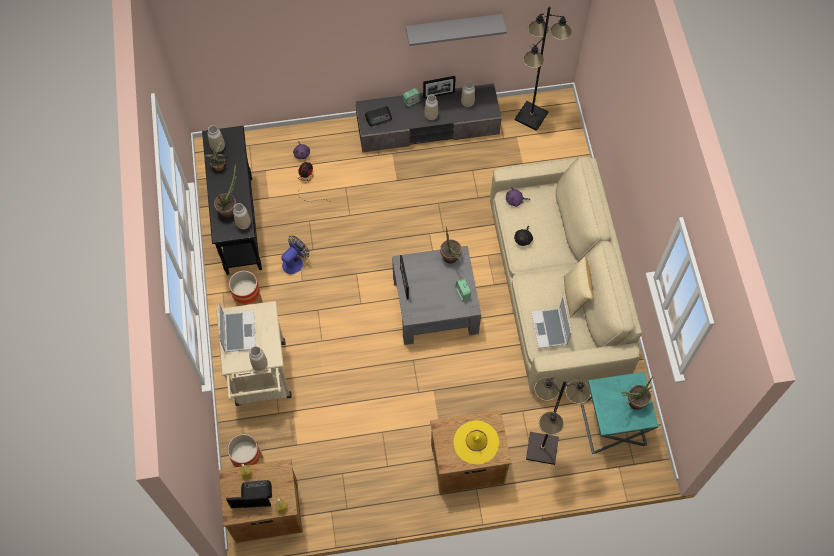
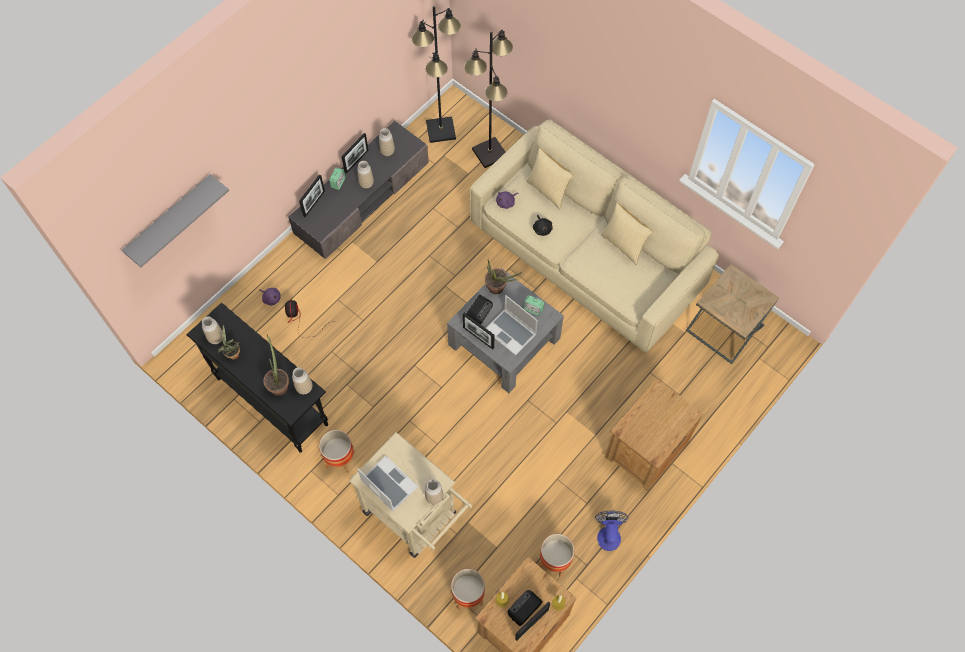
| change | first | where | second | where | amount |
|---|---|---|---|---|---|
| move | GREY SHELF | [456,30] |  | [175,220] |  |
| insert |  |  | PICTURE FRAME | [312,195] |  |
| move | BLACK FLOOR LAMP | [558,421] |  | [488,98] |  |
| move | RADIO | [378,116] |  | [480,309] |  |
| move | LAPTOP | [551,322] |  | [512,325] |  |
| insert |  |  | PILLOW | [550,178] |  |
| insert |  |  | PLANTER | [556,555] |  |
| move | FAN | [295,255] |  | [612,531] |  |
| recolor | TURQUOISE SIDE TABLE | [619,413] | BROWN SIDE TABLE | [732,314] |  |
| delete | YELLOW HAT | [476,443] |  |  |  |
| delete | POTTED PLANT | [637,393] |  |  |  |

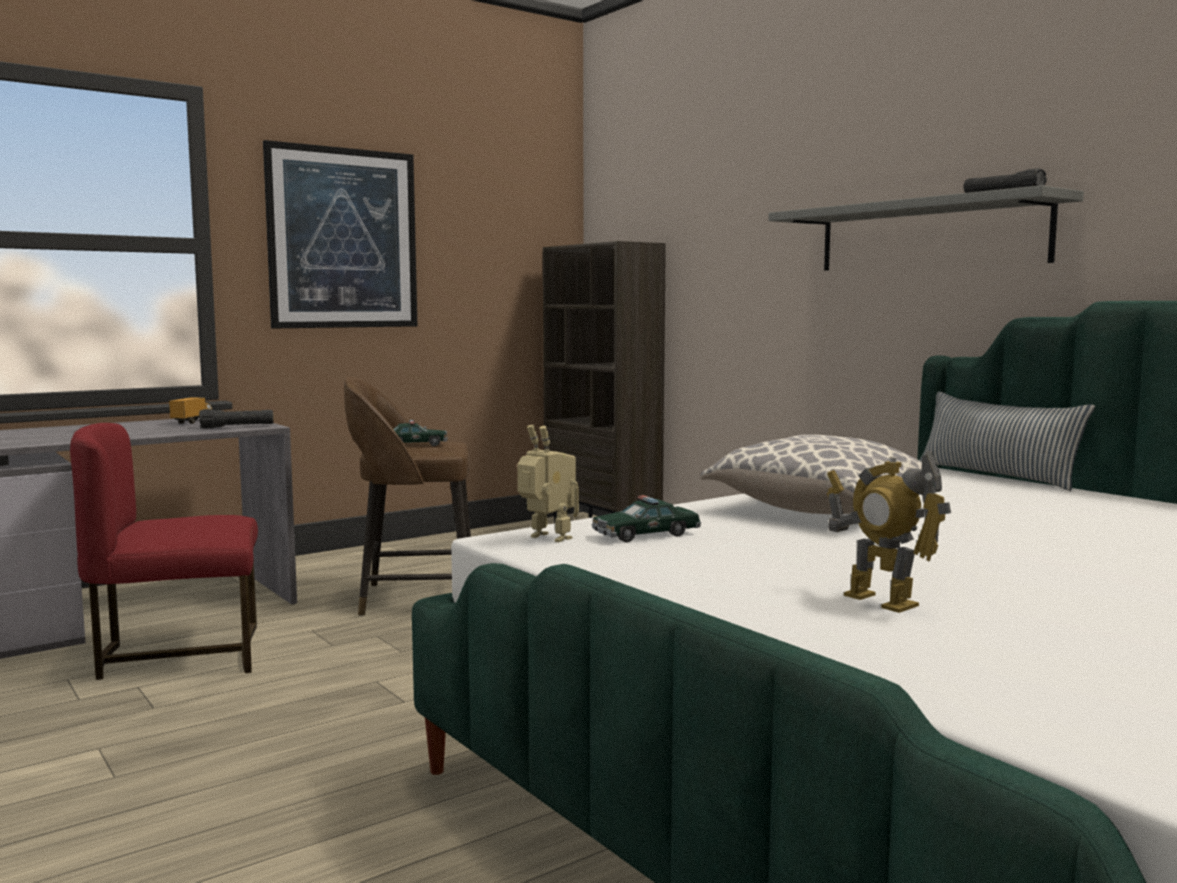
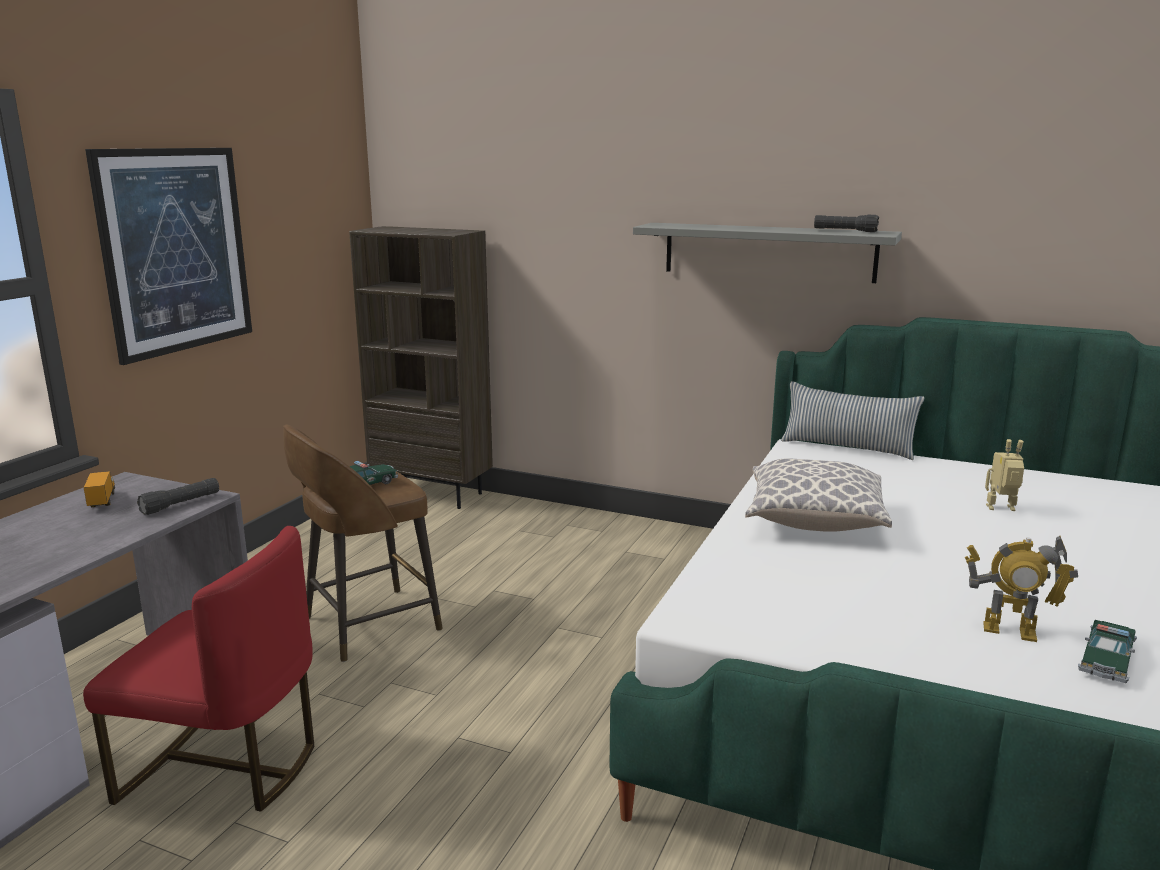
| change | first | where | second | where | amount |
|---|---|---|---|---|---|
| rotate | RED CHAIR | [164,551] |  | [198,669] | 120 degrees counterclockwise |
| move | TOY ROBOT | [548,483] |  | [1004,475] |  |
| move | TOY CAR | [646,518] |  | [1107,651] |  |

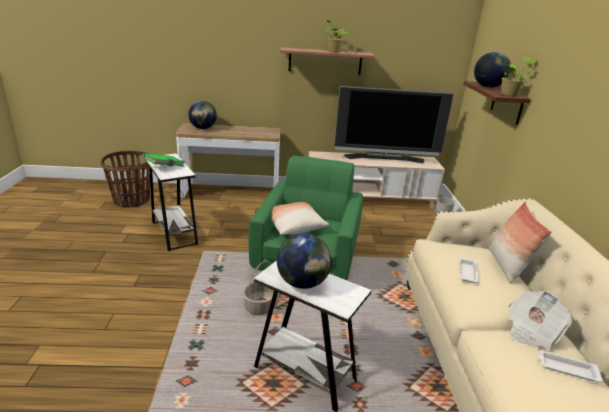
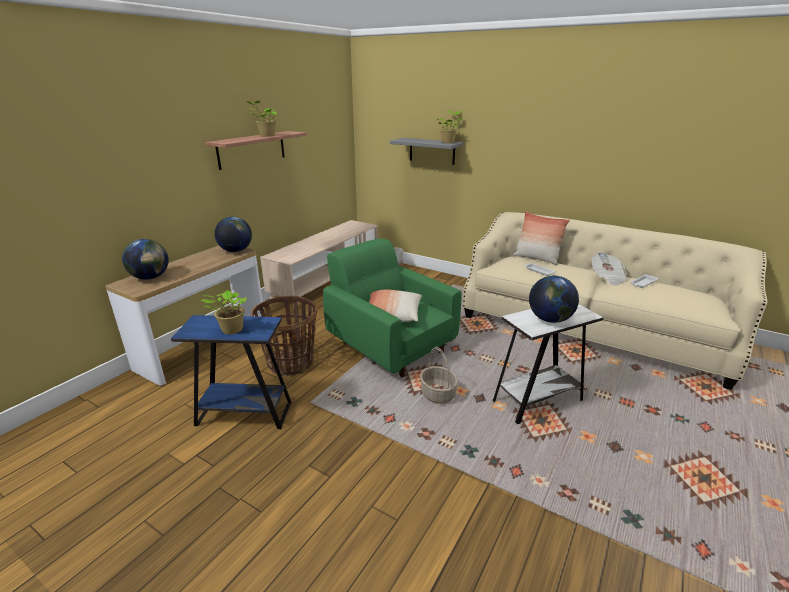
| change | first | where | second | where | amount |
|---|---|---|---|---|---|
| recolor | WHITE SIDE TABLE | [171,202] | BLUE SIDE TABLE | [231,372] |  |
| replace | GREEN BOOK | [163,160] | POTTED PLANT | [224,312] |  |
| move | GLOBE | [492,70] |  | [233,234] |  |
| move | BASKET | [125,179] |  | [284,336] |  |
| recolor | BROWN SHELF | [497,103] | GREY SHELF | [426,151] |  |
| delete | TELEVISION | [393,124] |  |  |  |

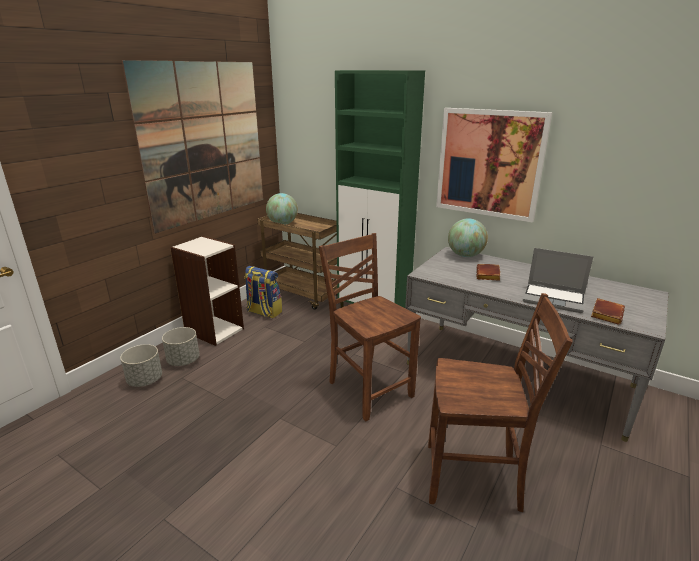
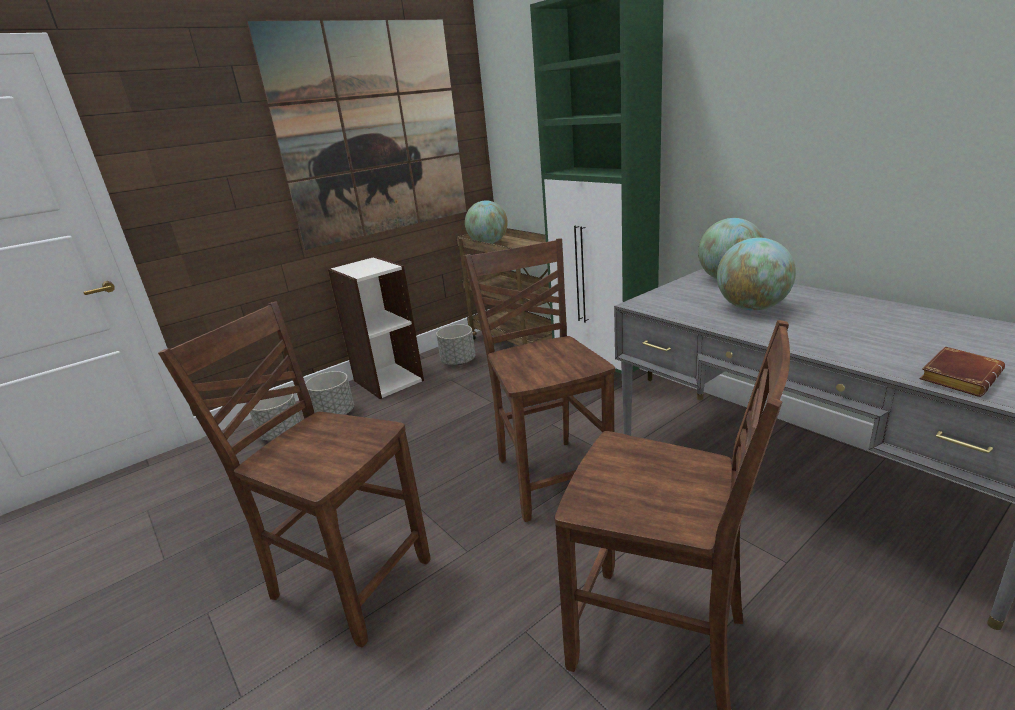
| change | first | where | second | where | amount |
|---|---|---|---|---|---|
| insert |  |  | BROWN CHAIR | [294,475] |  |
| replace | BACKPACK | [263,292] | GREY PLANTER | [455,344] |  |
| replace | BROWN BOOK | [488,272] | GLOBE | [756,274] |  |
| delete | PICTURE | [494,165] |  |  |  |
| delete | LAPTOP | [558,280] |  |  |  |

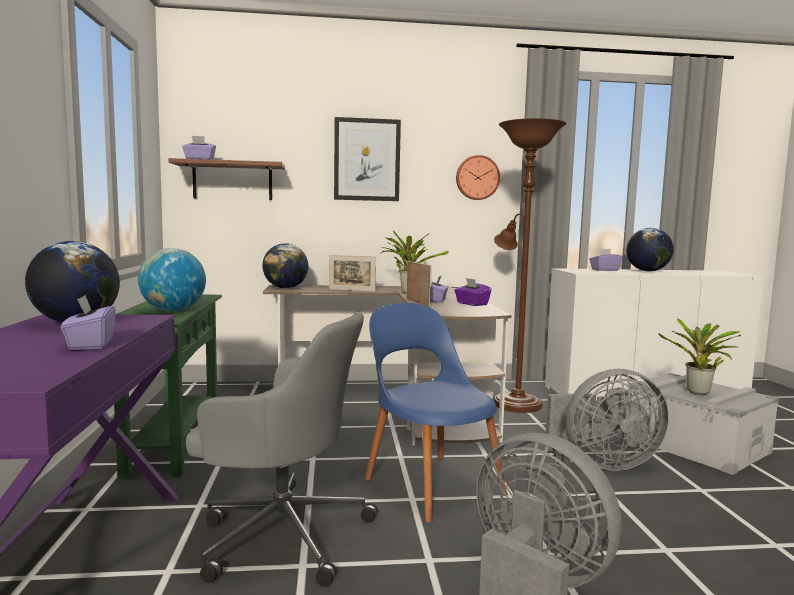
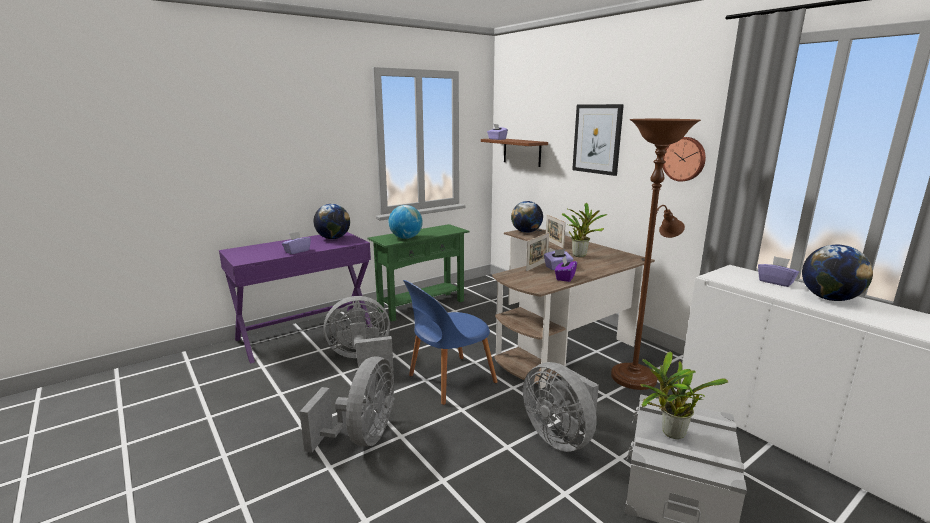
| change | first | where | second | where | amount |
|---|---|---|---|---|---|
| replace | GREY OFFICE CHAIR | [282,449] | GREY FAN | [358,335] |  |
| rotate | BLUE CHAIR | [436,413] |  | [450,342] | 150 degrees counterclockwise |

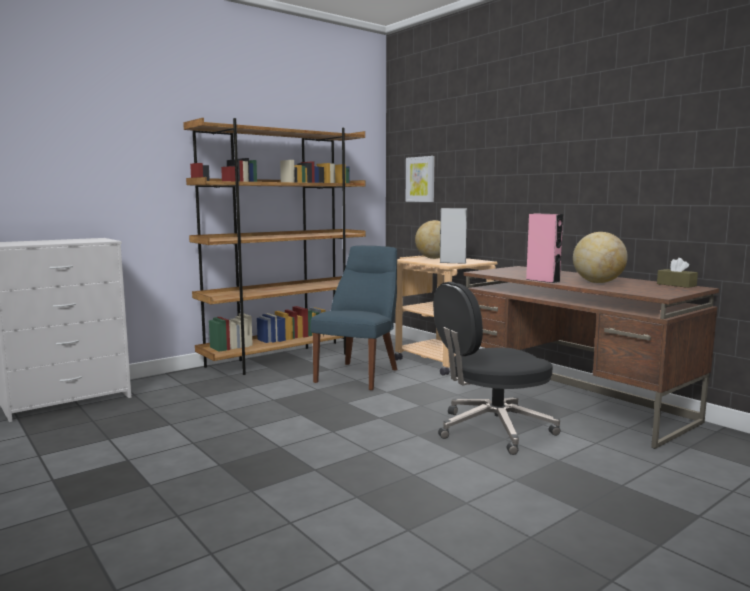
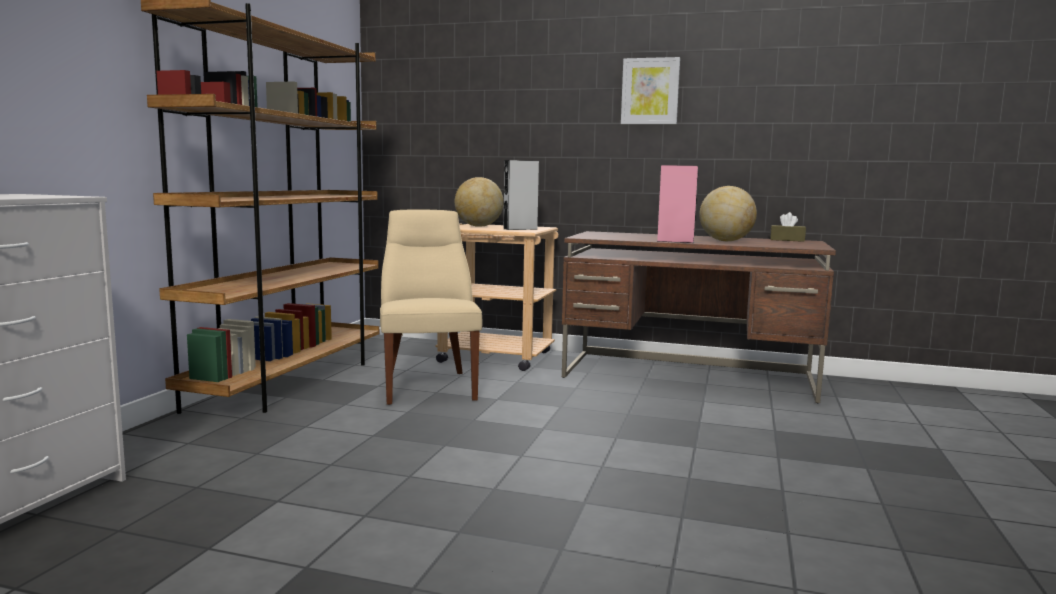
| change | first | where | second | where | amount |
|---|---|---|---|---|---|
| recolor | BLUE CHAIR | [354,318] | BEIGE CHAIR | [431,307] |  |
| move | PICTURE | [420,179] |  | [650,90] |  |
| delete | BLACK OFFICE CHAIR | [497,368] |  |  |  |

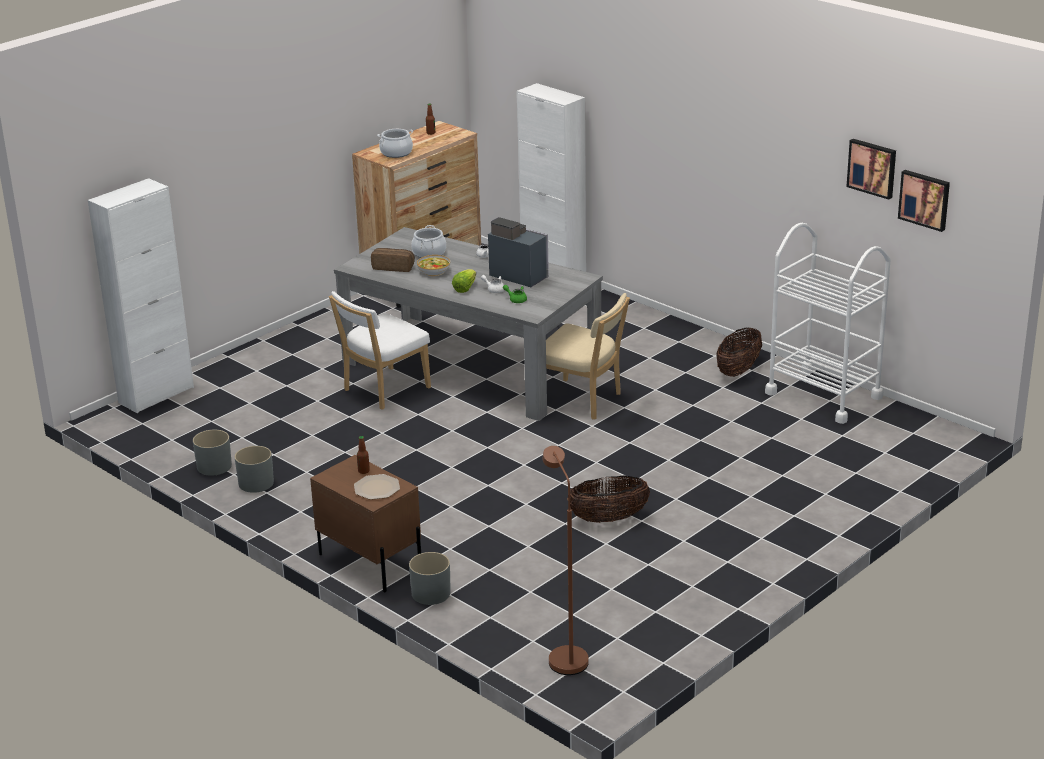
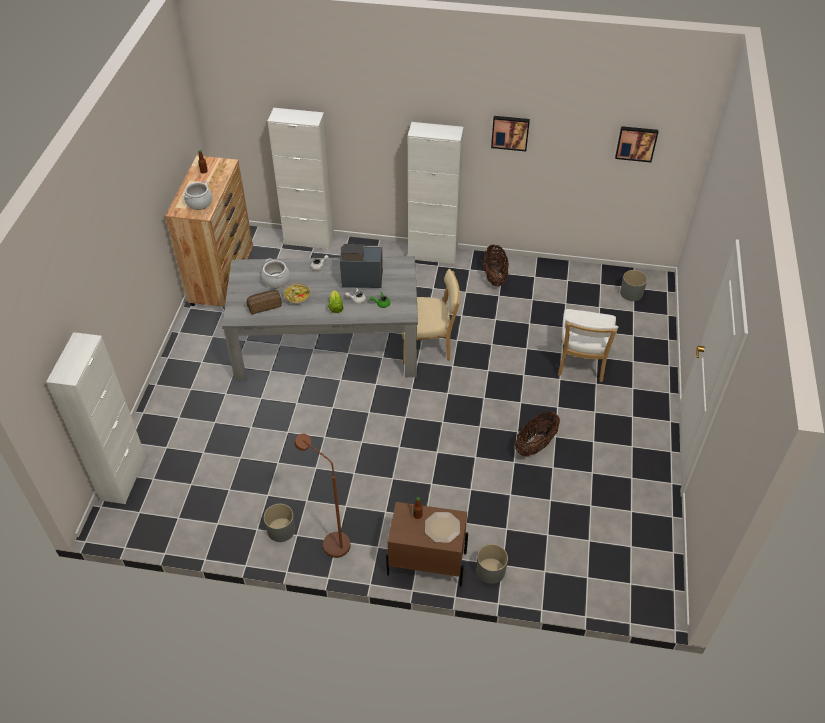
| change | first | where | second | where | amount |
|---|---|---|---|---|---|
| move | BROWN FLOOR LAMP | [565,560] |  | [322,496] |  |
| insert |  |  | WHITE CABINET | [436,193] |  |
| move | PICTURE | [871,169] |  | [510,133] |  |
| move | WHITE CHAIR | [380,350] |  | [588,345] |  |
| move | GREY PLANTER | [212,453] |  | [633,285] |  |
| delete | WHITE CART | [828,323] |  |  |  |

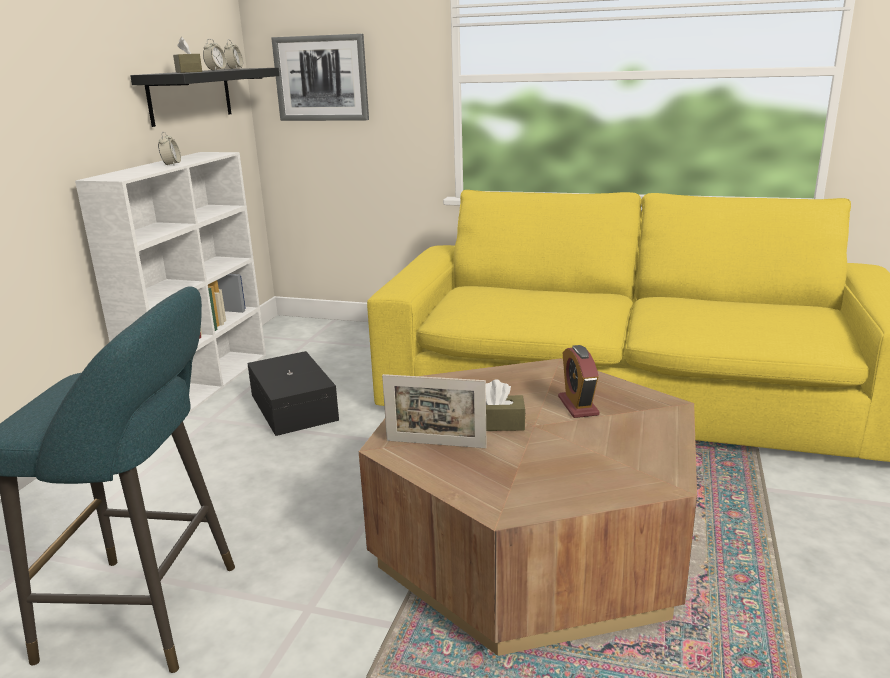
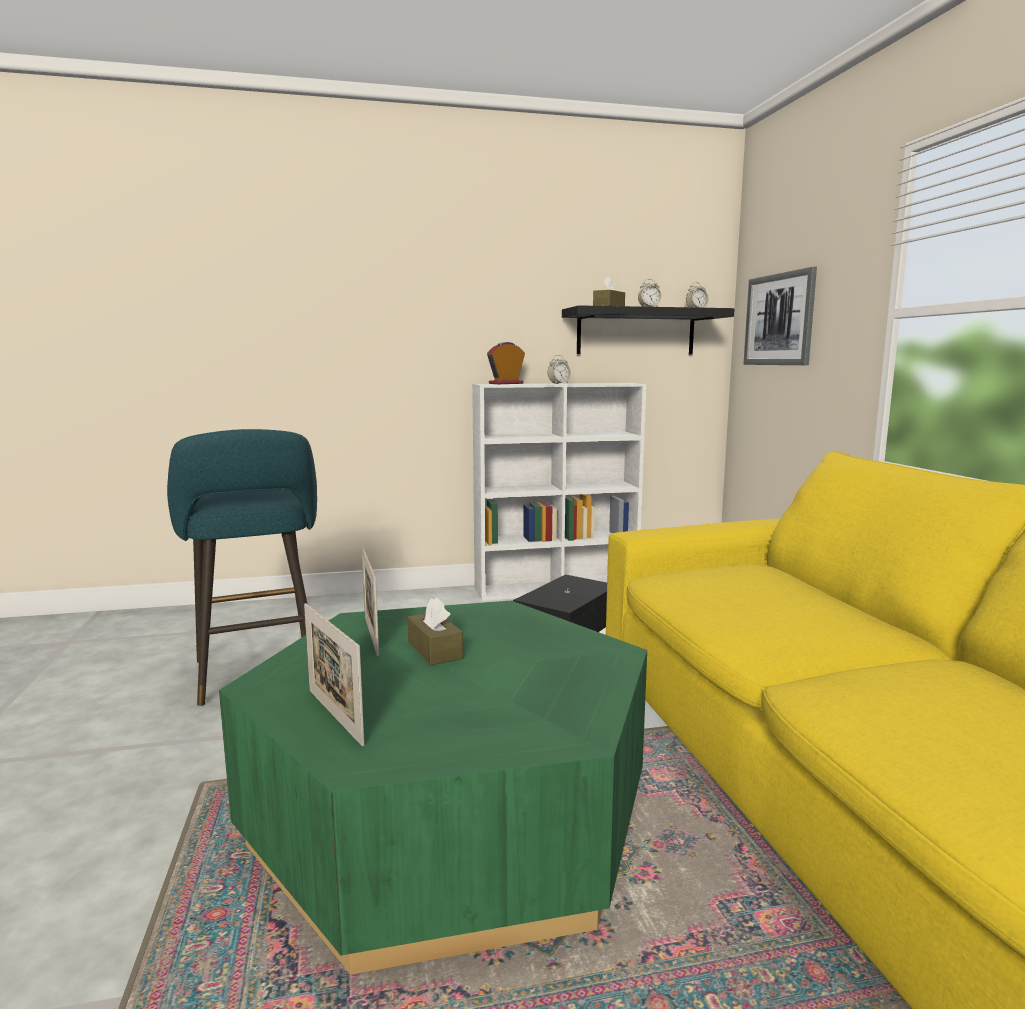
| change | first | where | second | where | amount |
|---|---|---|---|---|---|
| recolor | BROWN COFFEE TABLE | [528,507] | GREEN COFFEE TABLE | [433,787] |  |
| insert |  |  | PICTURE FRAME | [334,674] |  |
| move | ALARM CLOCK | [579,381] |  | [506,363] |  |

